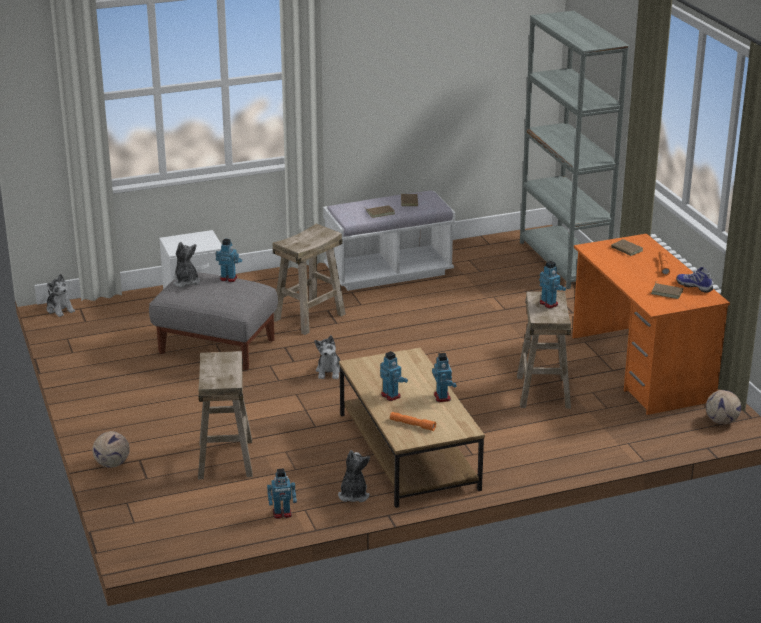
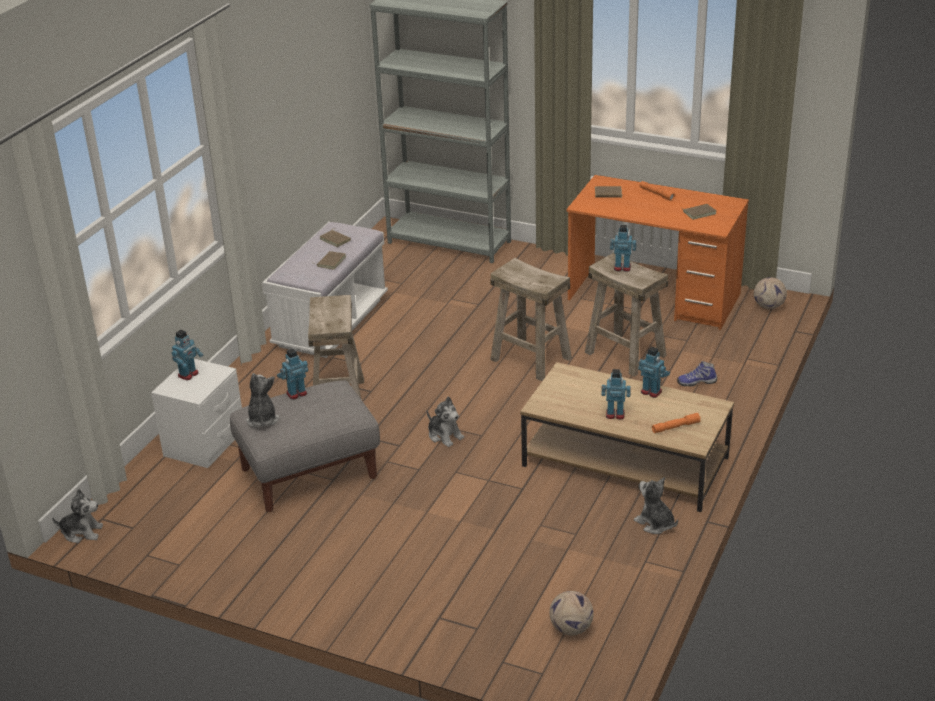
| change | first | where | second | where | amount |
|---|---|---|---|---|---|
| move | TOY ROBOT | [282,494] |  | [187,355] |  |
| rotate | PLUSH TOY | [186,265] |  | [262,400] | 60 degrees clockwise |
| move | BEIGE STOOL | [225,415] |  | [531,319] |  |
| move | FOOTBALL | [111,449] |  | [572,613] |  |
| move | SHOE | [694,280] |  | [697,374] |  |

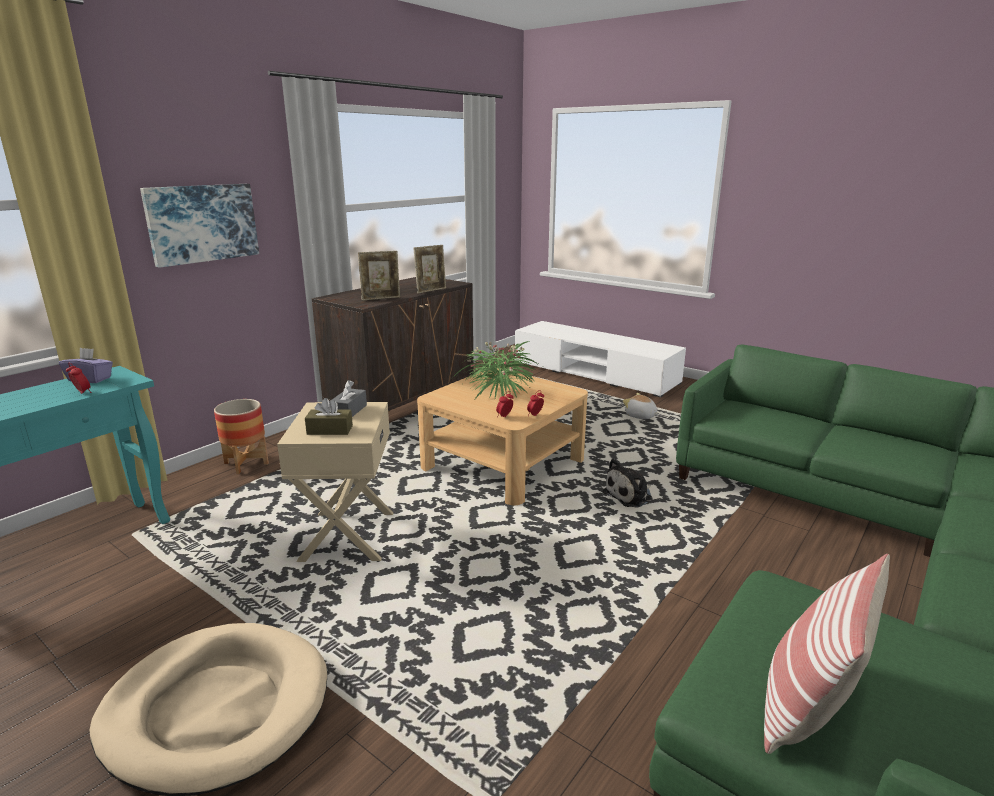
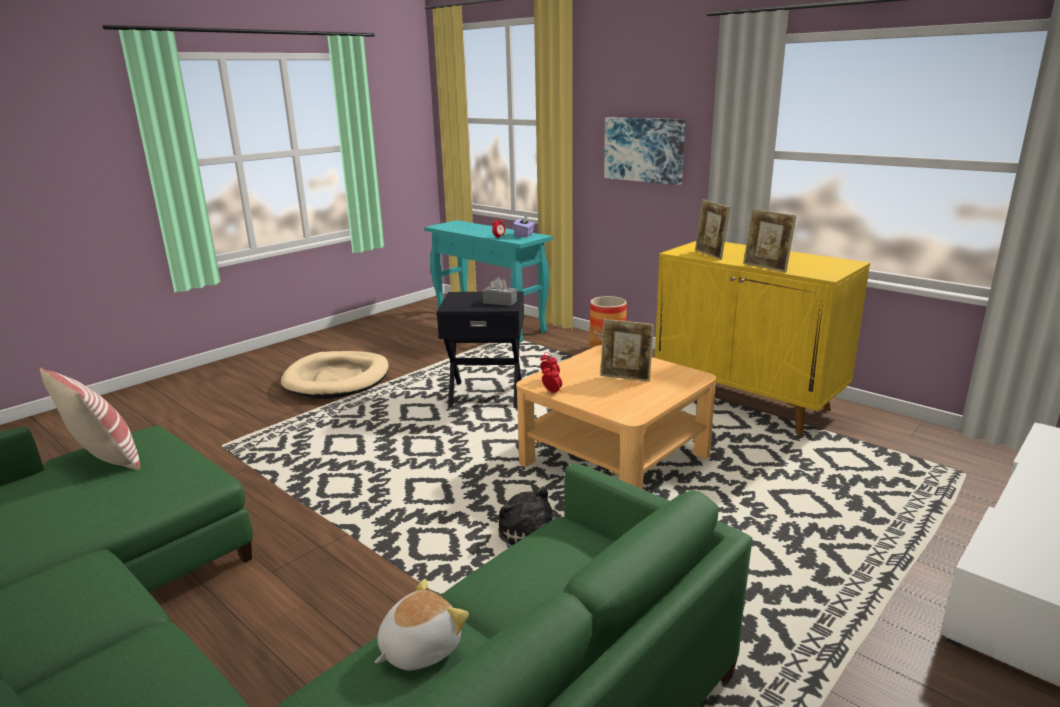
| change | first | where | second | where | amount |
|---|---|---|---|---|---|
| move | PLUSH TOY | [641,406] |  | [422,625] |  |
| recolor | BEIGE SIDE TABLE | [335,482] | BLACK SIDE TABLE | [480,350] |  |
| replace | POTTED PLANT | [497,370] | PICTURE FRAME | [627,350] |  |
| recolor | BROWN CABINET | [393,344] | YELLOW CABINET | [762,338] |  |
| delete | BROWN TISSUE BOX | [329,416] |  |  |  |

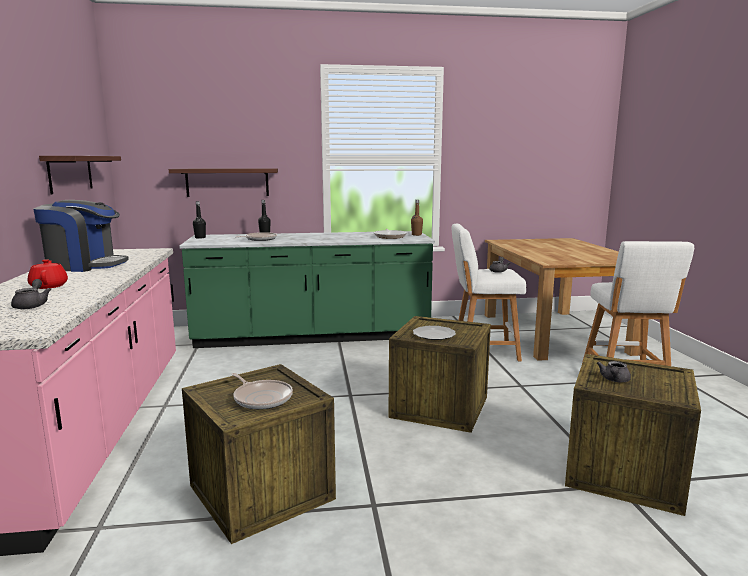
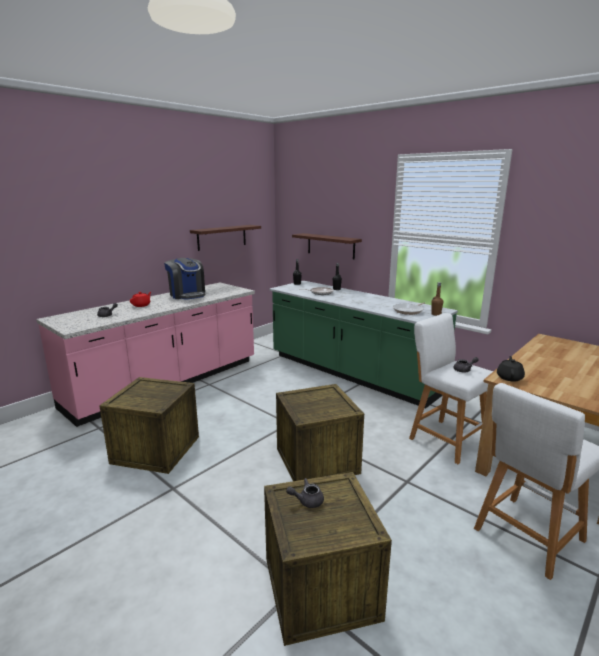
| change | first | where | second | where | amount |
|---|---|---|---|---|---|
| insert |  |  | BLACK TEAPOT | [511,369] |  |
| delete | FRYING PAN | [262,391] |  |  |  |
| delete | PLATE | [434,333] |  |  |  |

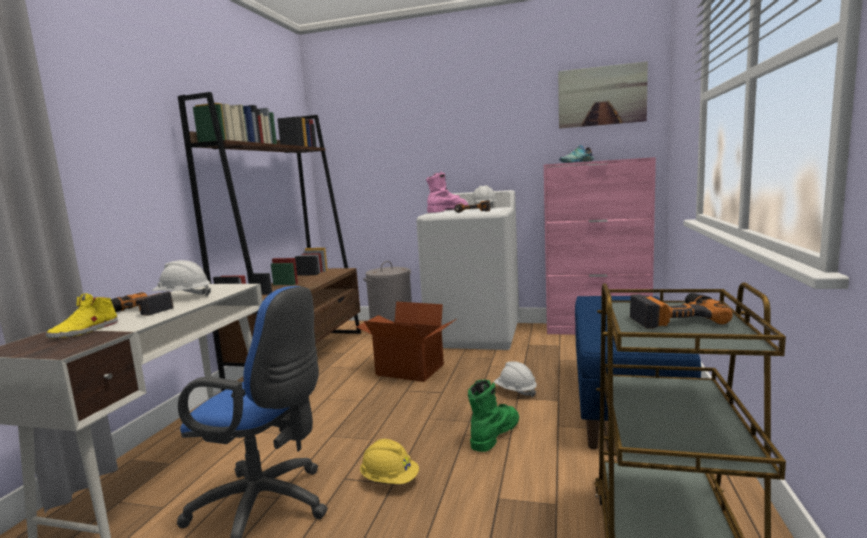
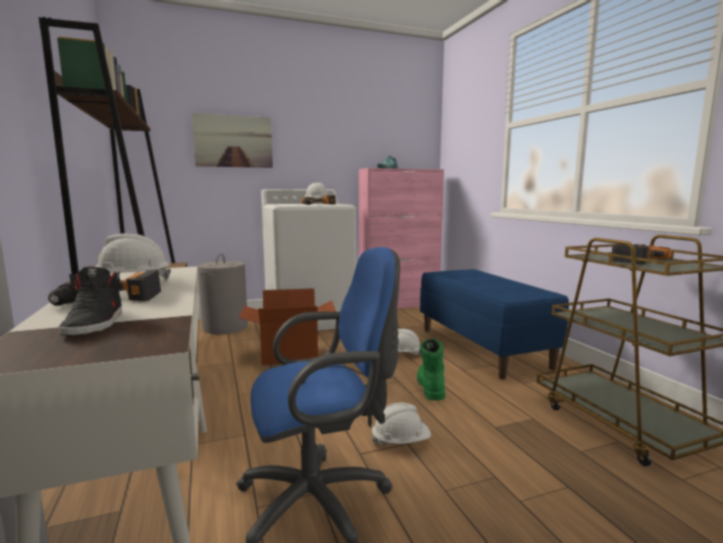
| change | first | where | second | where | amount |
|---|---|---|---|---|---|
| recolor | YELLOW SHOE | [82,315] | BLACK SHOE | [90,301] |  |
| move | PICTURE | [603,95] |  | [232,140] |  |
| recolor | YELLOW HARD HAT | [389,461] | WHITE HARD HAT | [401,424] |  |
| delete | PINK BOOT | [447,192] |  |  |  |

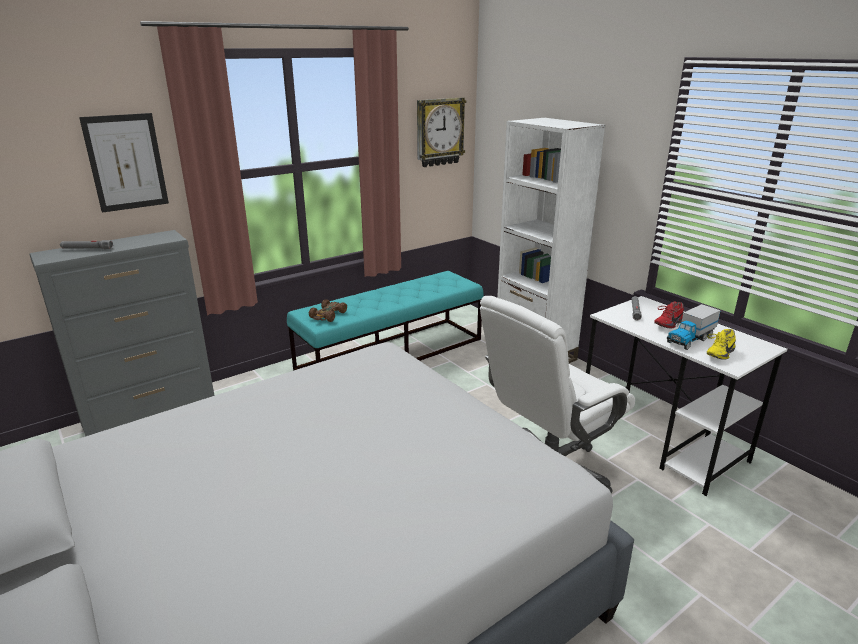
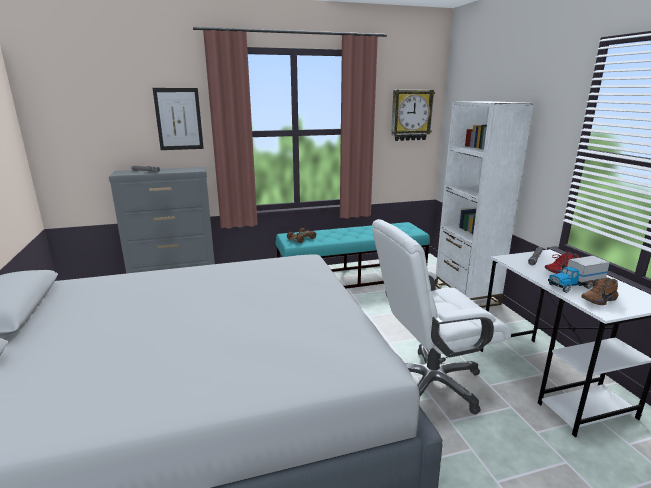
| change | first | where | second | where | amount |
|---|---|---|---|---|---|
| recolor | YELLOW SHOE | [721,344] | BROWN SHOE | [600,291] |  |

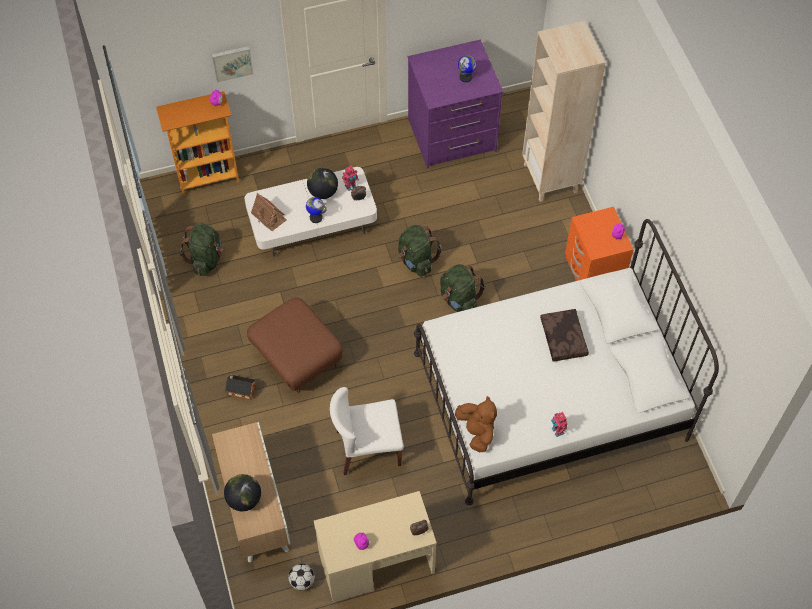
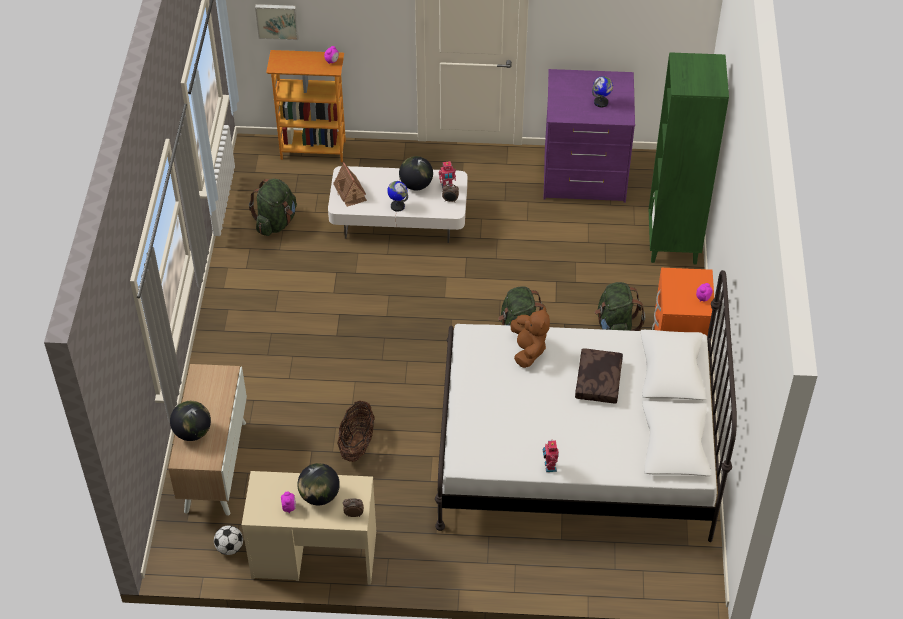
| change | first | where | second | where | amount |
|---|---|---|---|---|---|
| move | PICTURE | [232,64] |  | [277,22] |  |
| insert |  |  | GLOBE | [318,484] |  |
| replace | WHITE CHAIR | [367,431] | BASKET | [356,431] |  |
| move | BROWN PLUSH TOY | [476,424] |  | [530,337] |  |
| move | GREEN BACKPACK | [420,251] |  | [620,306] |  |
| recolor | BEIGE BOOKCASE | [564,111] | GREEN BOOKCASE | [689,158] |  |
| delete | TOY HOUSE | [240,387] |  |  |  |
| delete | BROWN OTTOMAN | [295,345] |  |  |  |

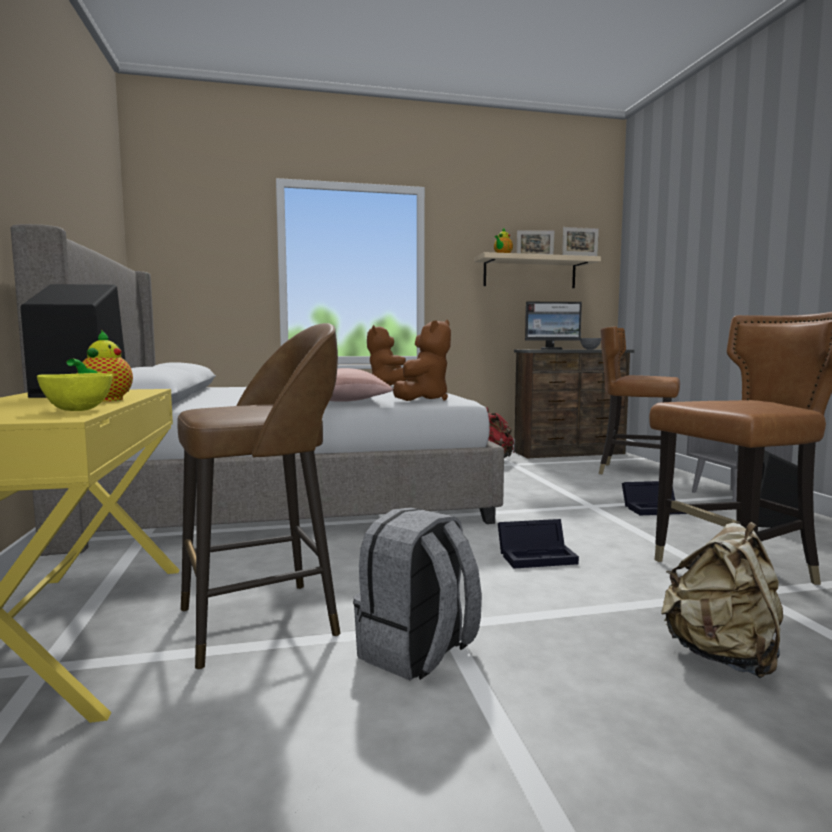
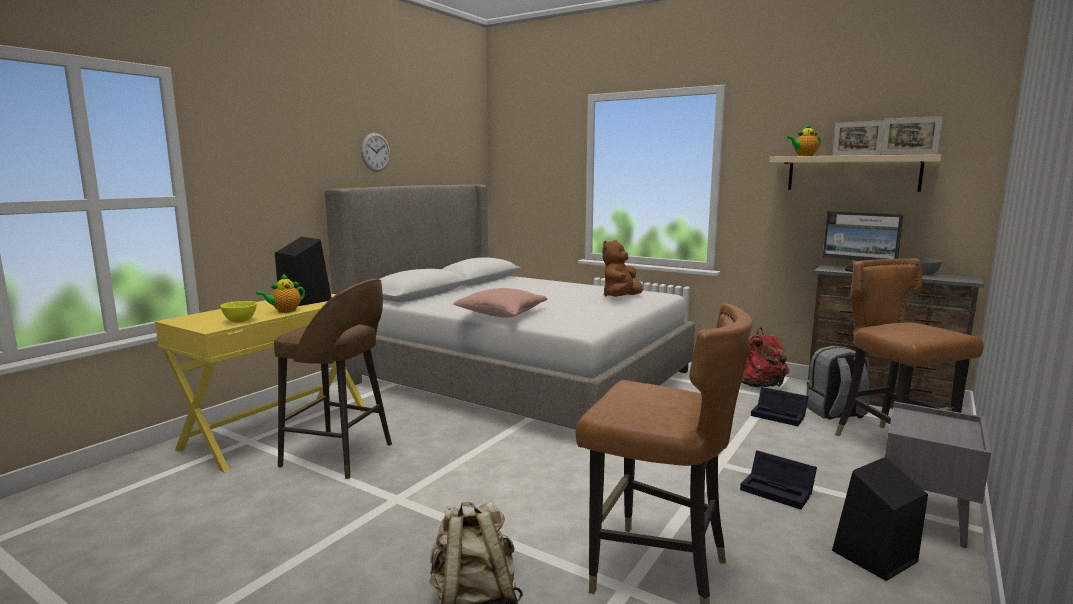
| change | first | where | second | where | amount |
|---|---|---|---|---|---|
| insert |  |  | WALL CLOCK | [375,152] |  |
| move | BLACK STORAGE BOX | [538,544] |  | [779,406] |  |
| move | GREY BACKPACK | [417,593] |  | [837,382] |  |
| delete | BROWN PLUSH TOY | [422,360] |  |  |  |

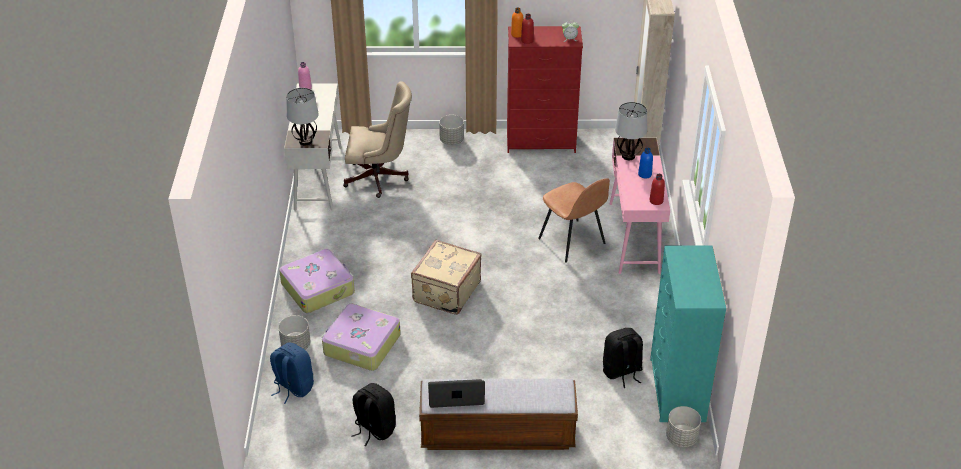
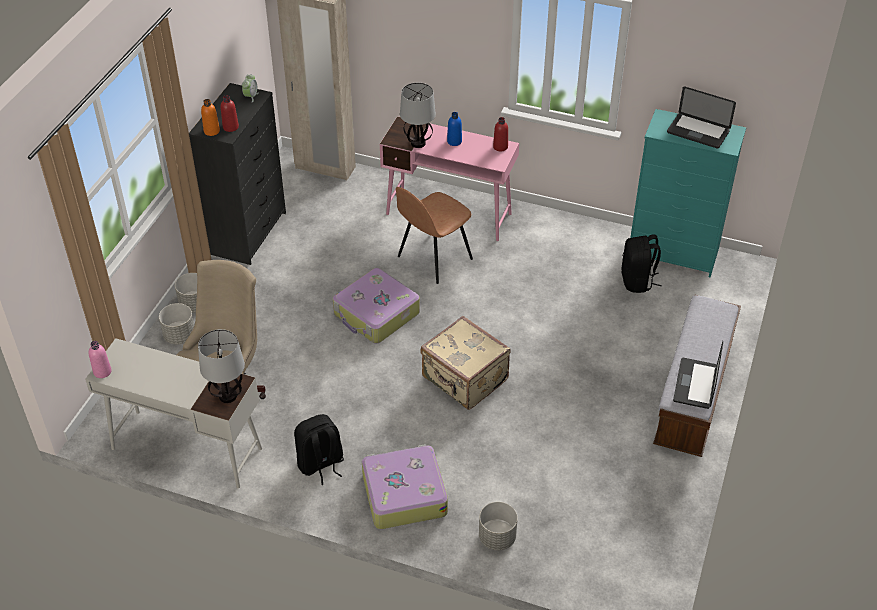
| change | first | where | second | where | amount |
|---|---|---|---|---|---|
| move | GREY PLANTER | [683,427] |  | [176,323] |  |
| recolor | RED DRESSER | [545,89] | BLACK DRESSER | [237,174] |  |
| move | BLACK BACKPACK | [374,414] |  | [319,449] |  |
| move | SUITCASE | [361,337] |  | [376,305] |  |
| rotate | BROWN CHAIR | [574,220] |  | [434,235] | 150 degrees clockwise |
| insert |  |  | LAPTOP | [701,117] |  |
| delete | BLUE BACKPACK | [292,373] |  |  |  |

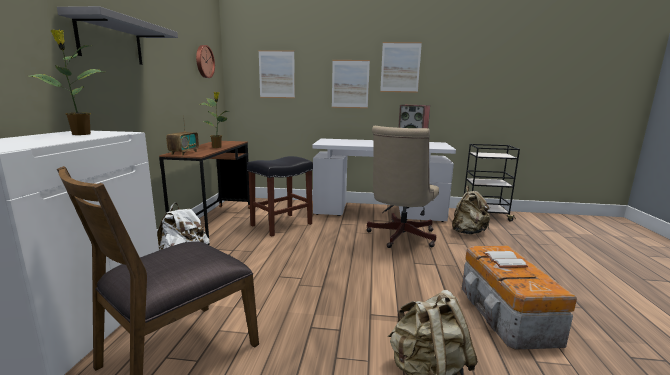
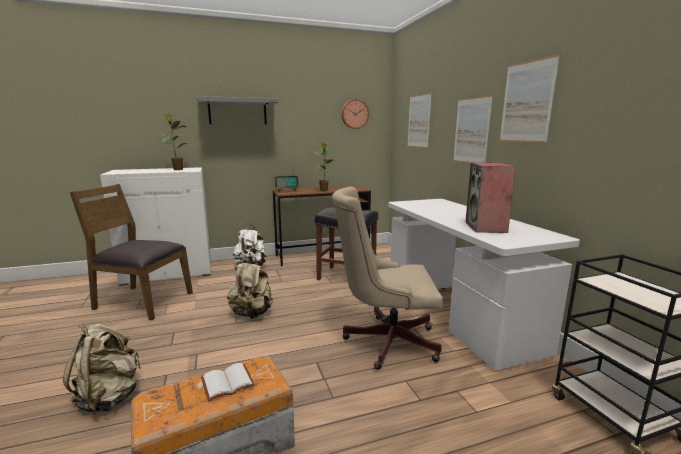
| change | first | where | second | where | amount |
|---|---|---|---|---|---|
| move | BEIGE BACKPACK | [471,210] |  | [250,288] |  |

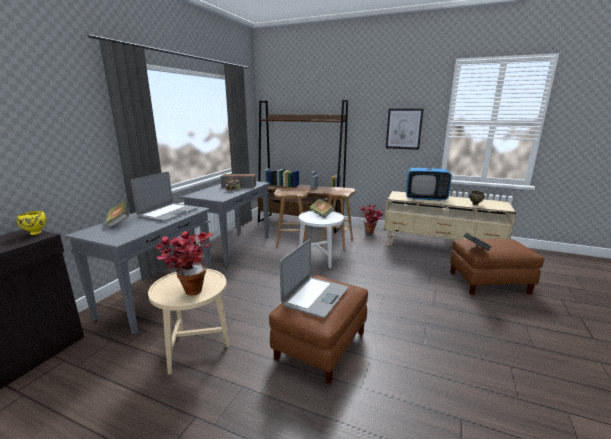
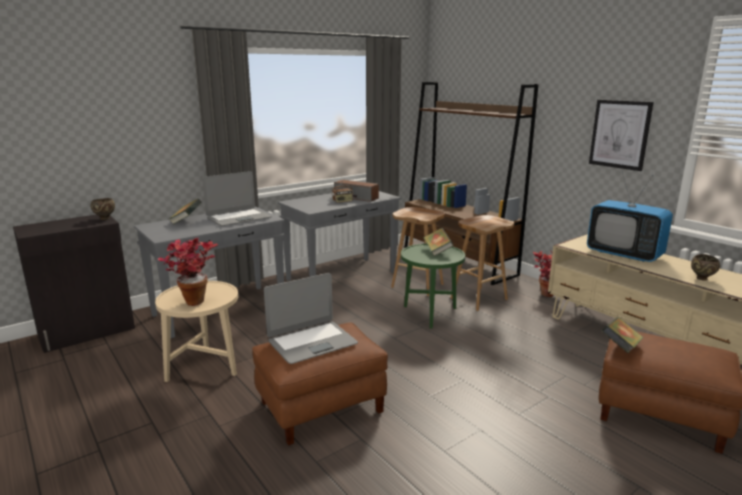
| change | first | where | second | where | amount |
|---|---|---|---|---|---|
| recolor | YELLOW BOWL | [32,223] | BROWN BOWL | [103,209] |  |
| recolor | WHITE SIDE TABLE | [321,240] | GREEN SIDE TABLE | [433,286] |  |

